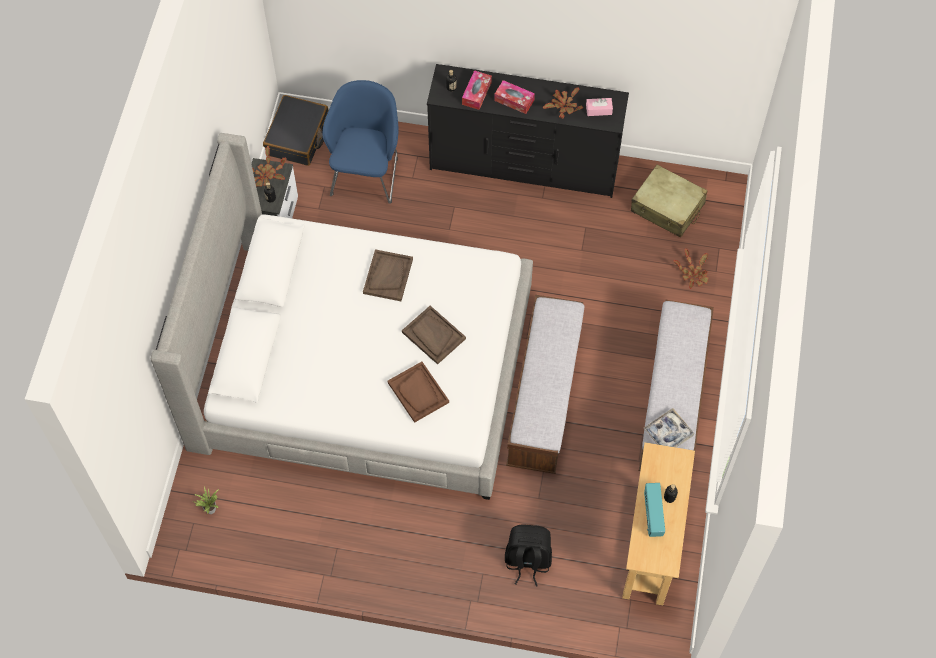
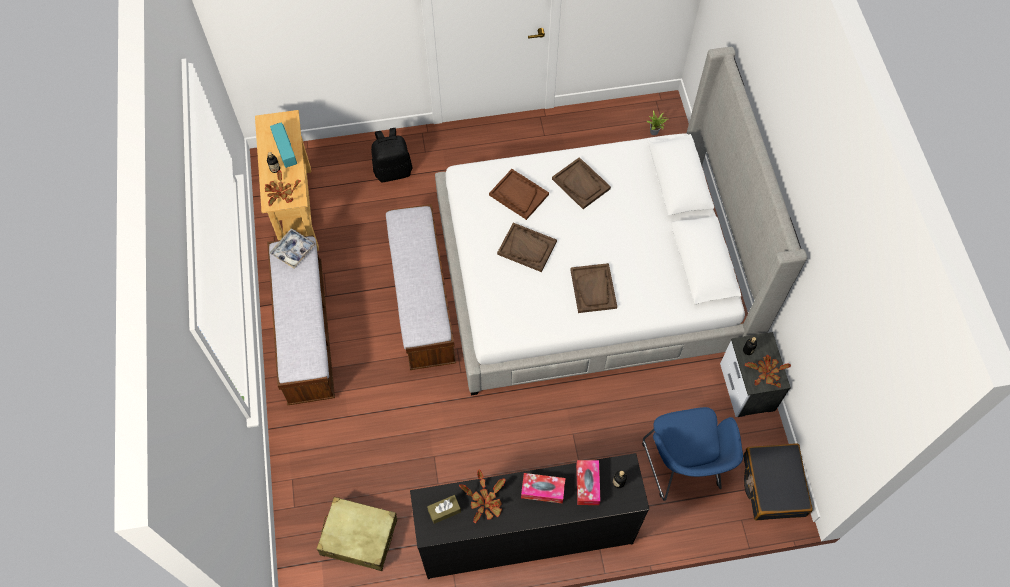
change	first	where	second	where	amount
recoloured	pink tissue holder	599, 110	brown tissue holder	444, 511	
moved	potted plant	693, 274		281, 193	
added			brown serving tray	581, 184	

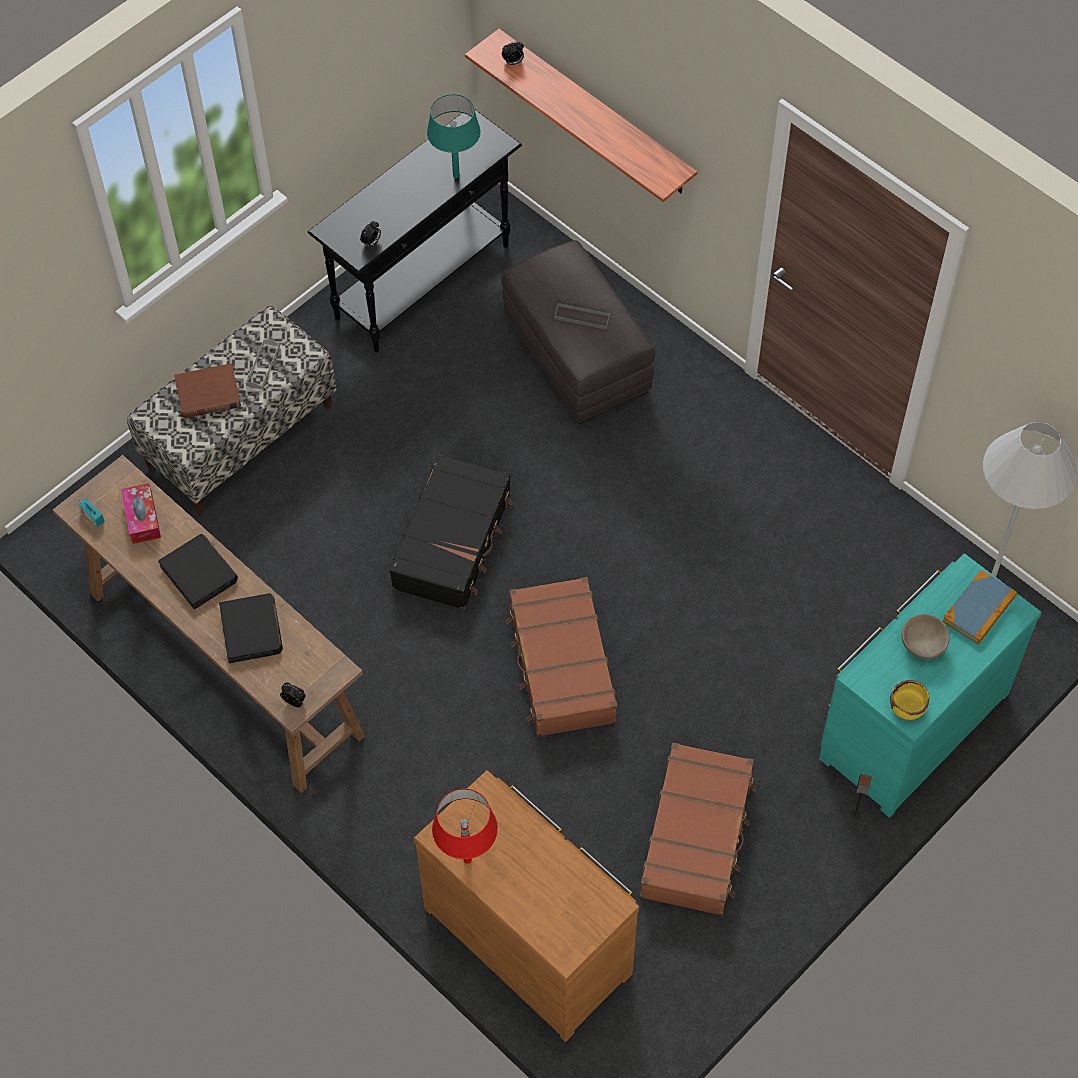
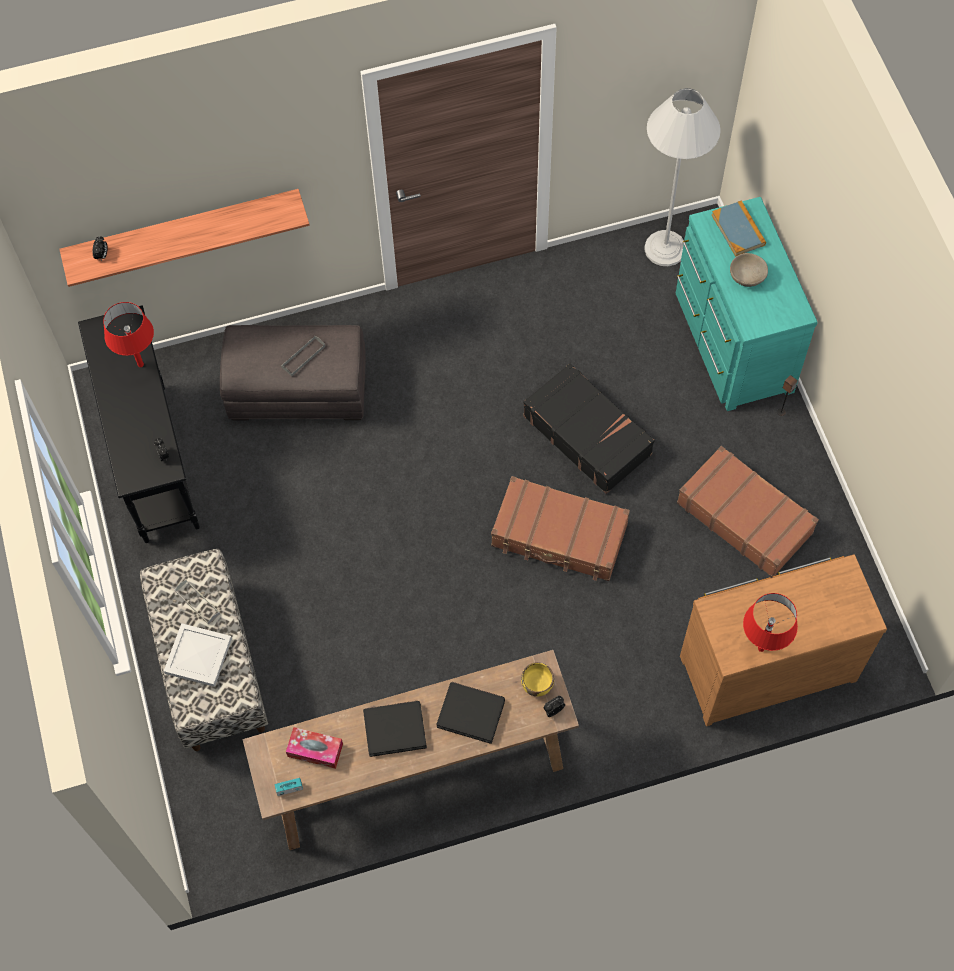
change	first	where	second	where	amount
recoloured	turquoise table lamp	456, 175	red table lamp	141, 364	
replaced	brown volume	208, 394	whitish serving tray	197, 656	
moved	black-coloured suitcase	453, 541		587, 434	
moved	yellow-coloured deep dish	907, 708		537, 684	

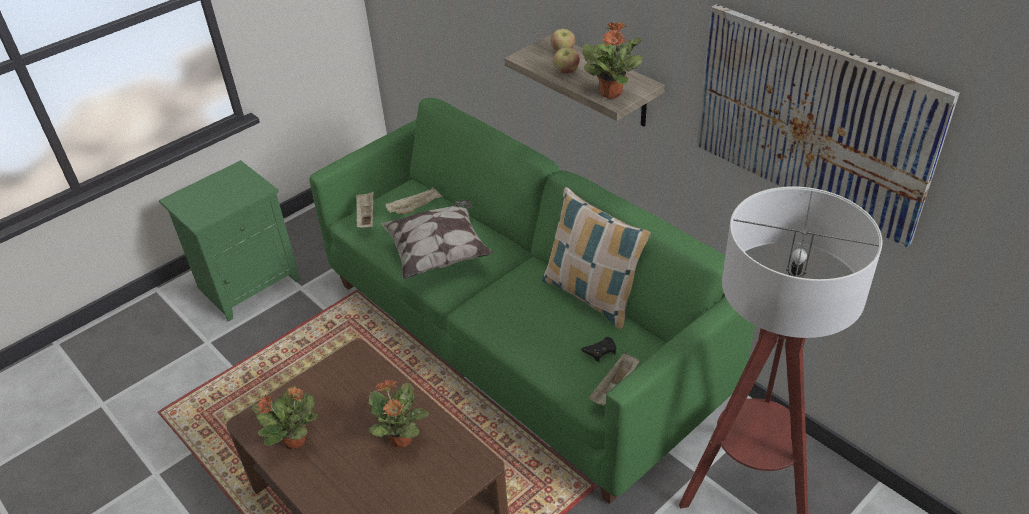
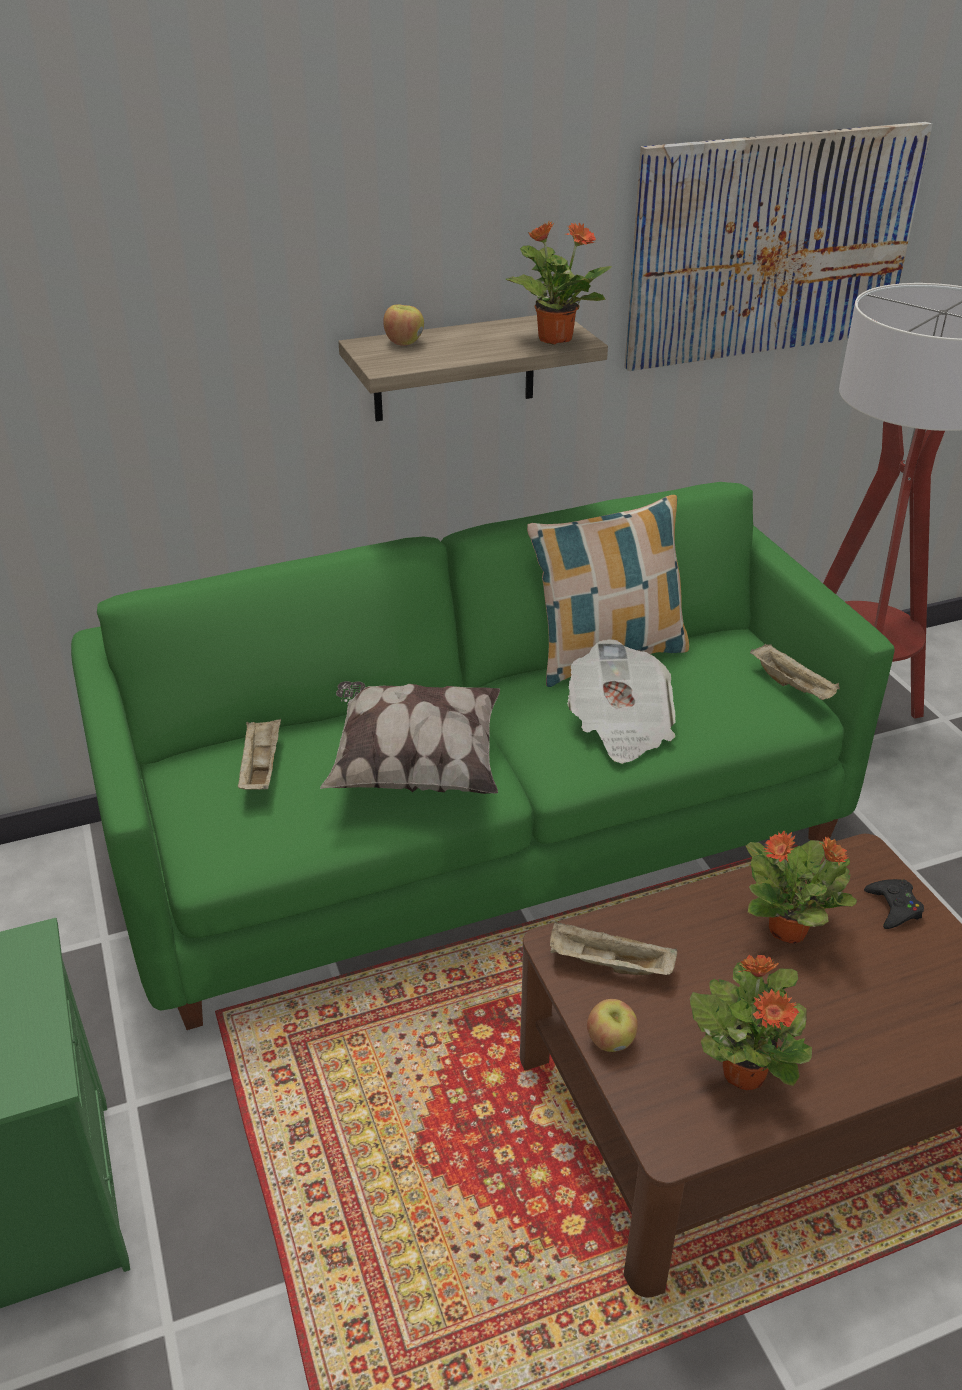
change	first	where	second	where	amount
moved	apple	566, 71		611, 1041	
moved	beige-coloured serving tray	366, 217		608, 965	
moved	black-coloured game controller	600, 351		894, 907	
added			printed paper	620, 726	

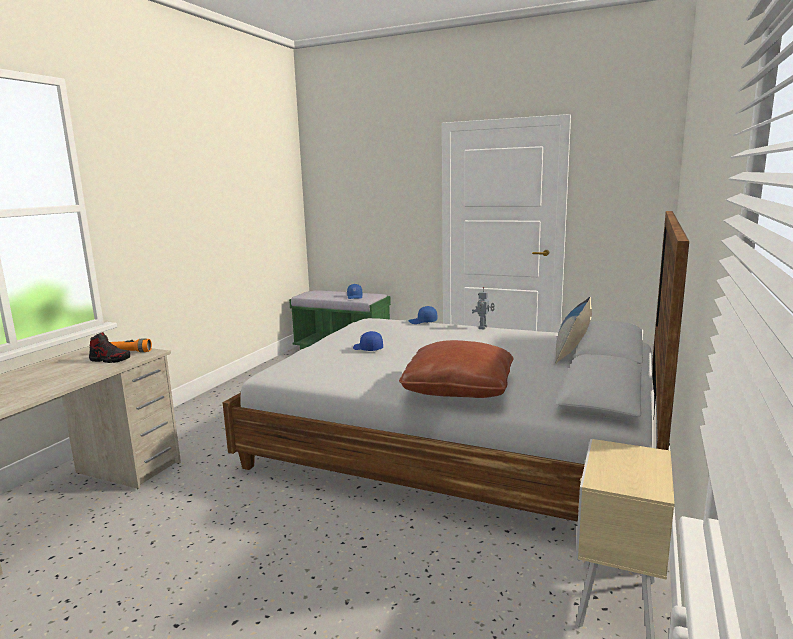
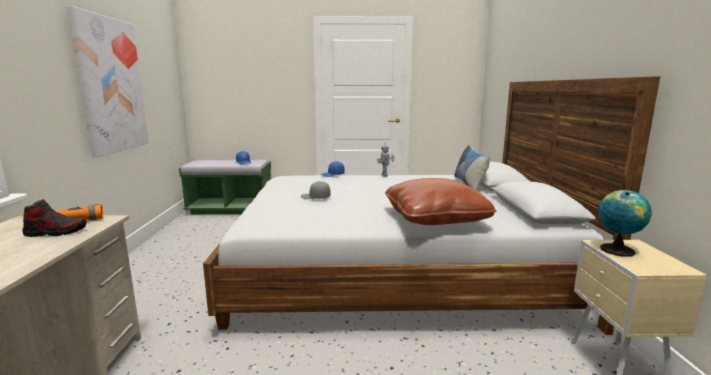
change	first	where	second	where	amount
recoloured	bluish baseball cap	367, 349	grey baseball cap	315, 197	
added			wall art	110, 85	
added			world globe	617, 249	

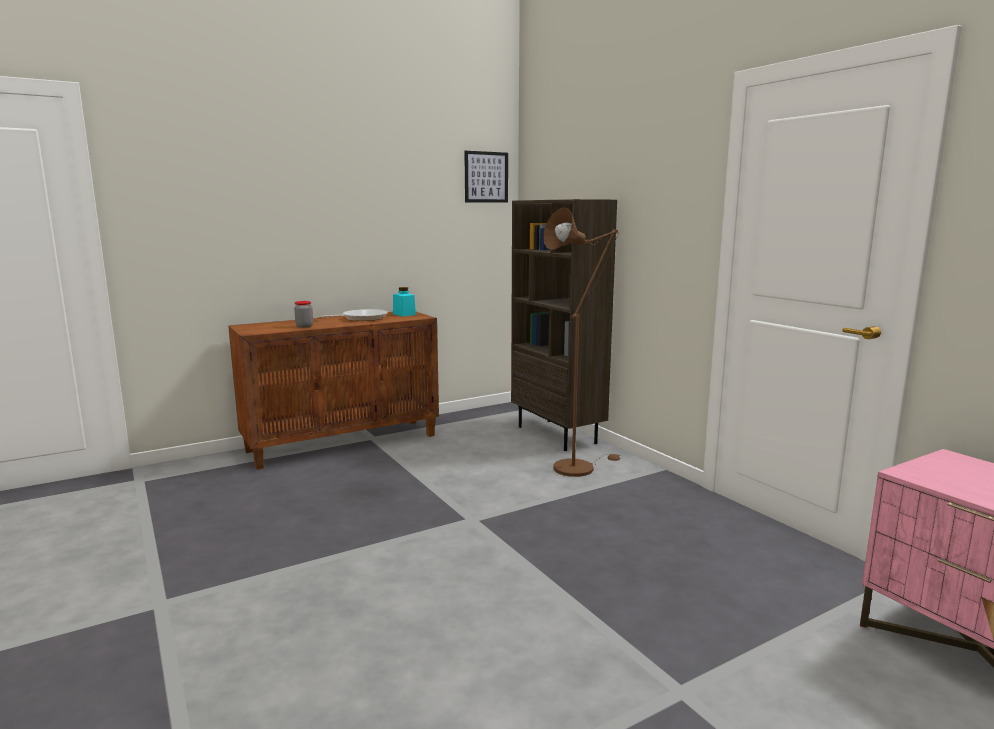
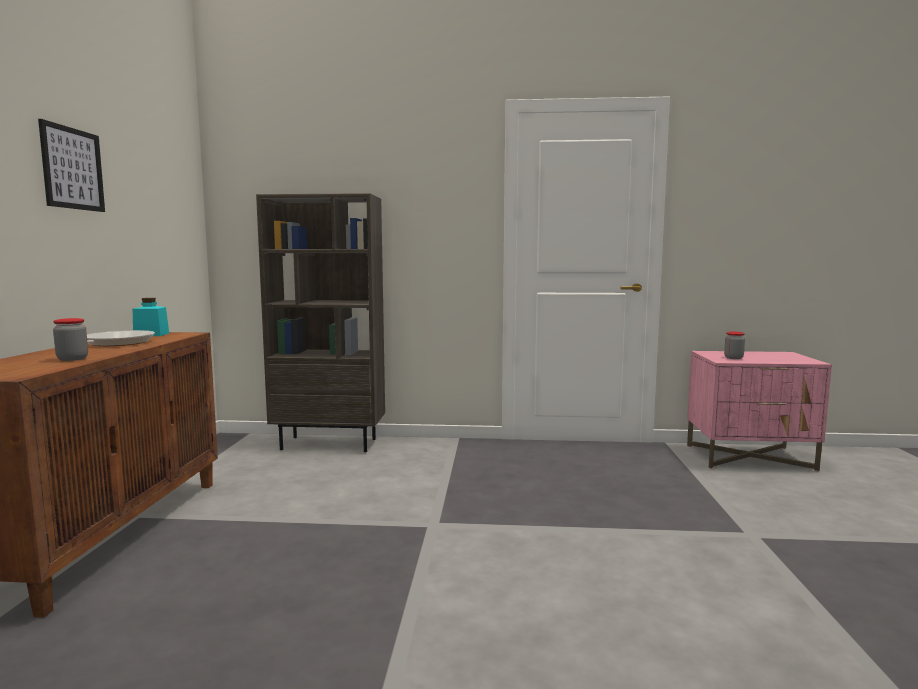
change	first	where	second	where	amount
moved	wall art	486, 177		72, 168	
removed	brown standing lamp	578, 466			
added			storage jar	733, 358	

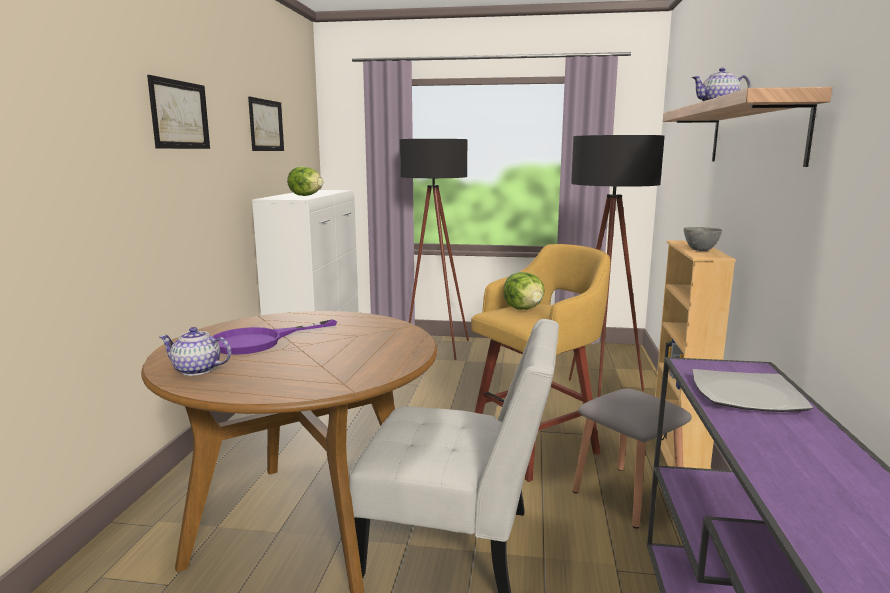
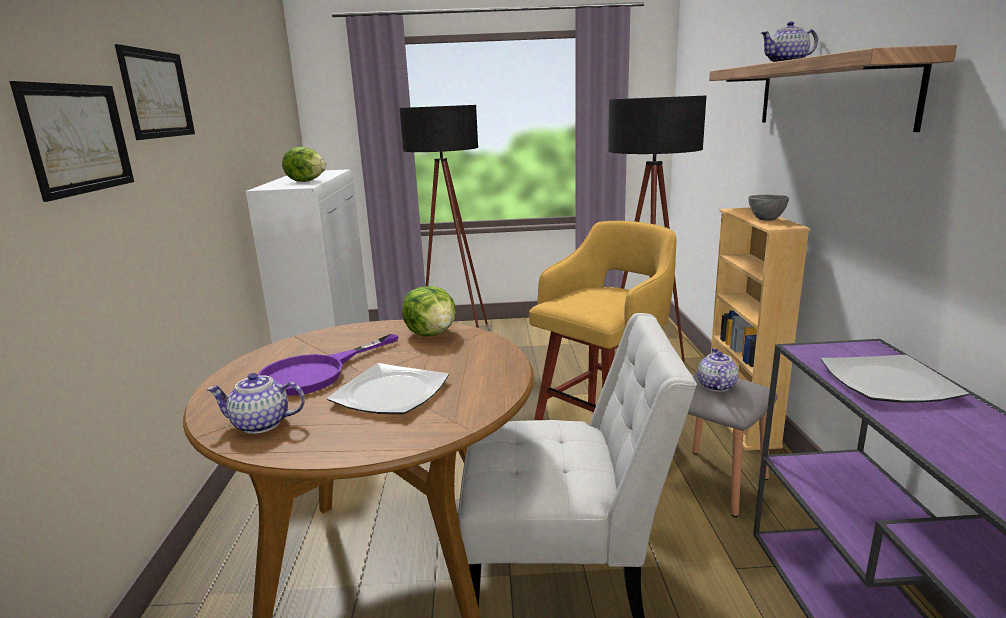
change	first	where	second	where	amount
moved	wall art	266, 125		78, 138	
moved	head of lettuce	524, 309		432, 334	
added			teapot	716, 386	
added			plate	389, 393	

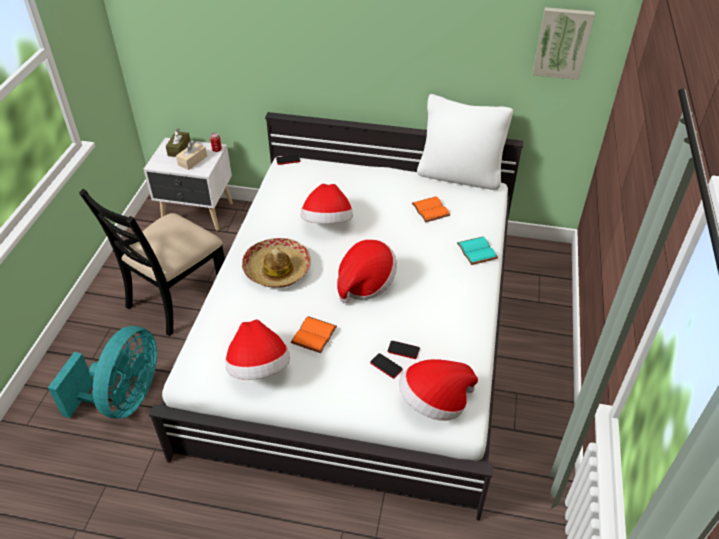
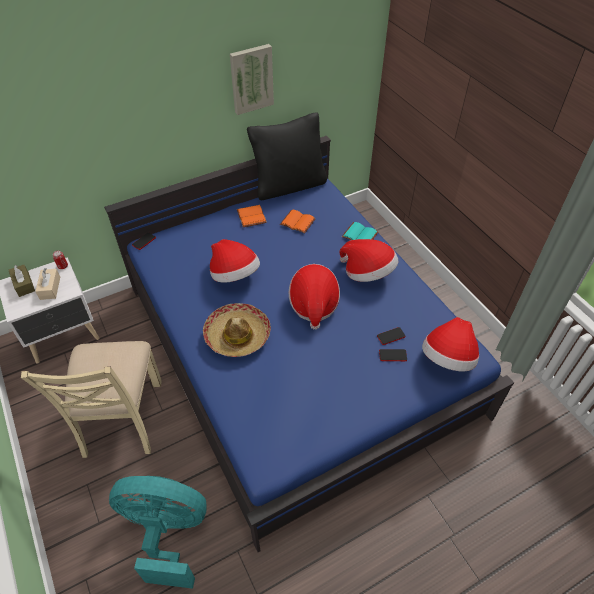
change	first	where	second	where	amount
moved	wall art	562, 42		251, 79	
recoloured	whitish throw pillow	459, 175	black-coloured throw pillow	289, 185	
recoloured	whitish bed	360, 333	bluish bed	296, 348	
recoloured	black-coloured chair	176, 298	beige-coloured chair	121, 418	
moved	orange volume	313, 334		250, 216	
moved	hat	259, 368		367, 273	
turned	turquoise cooling fan	124, 399		167, 533	60 degrees counterclockwise

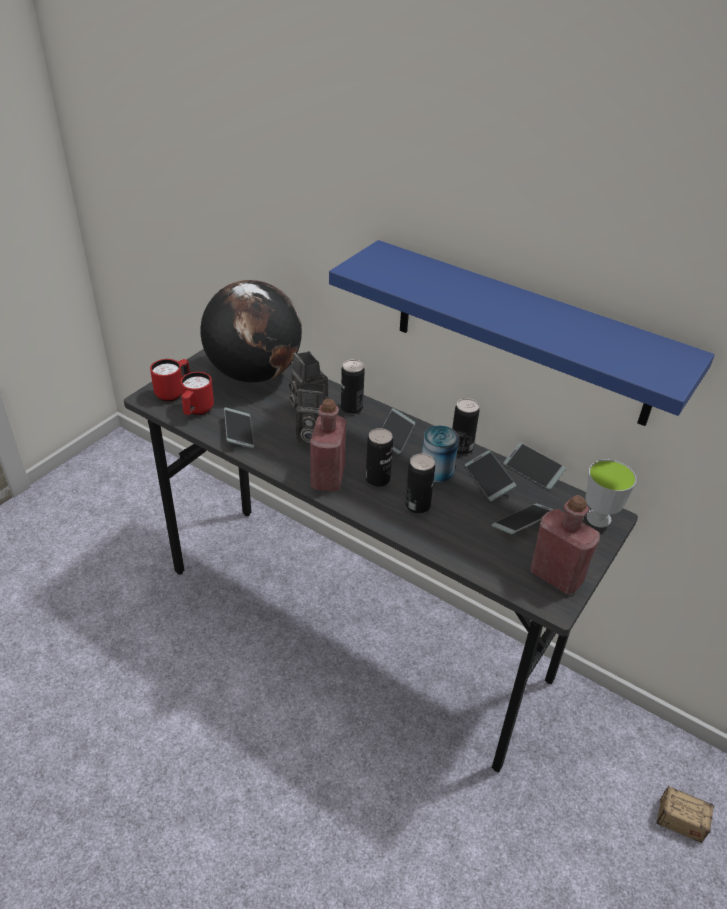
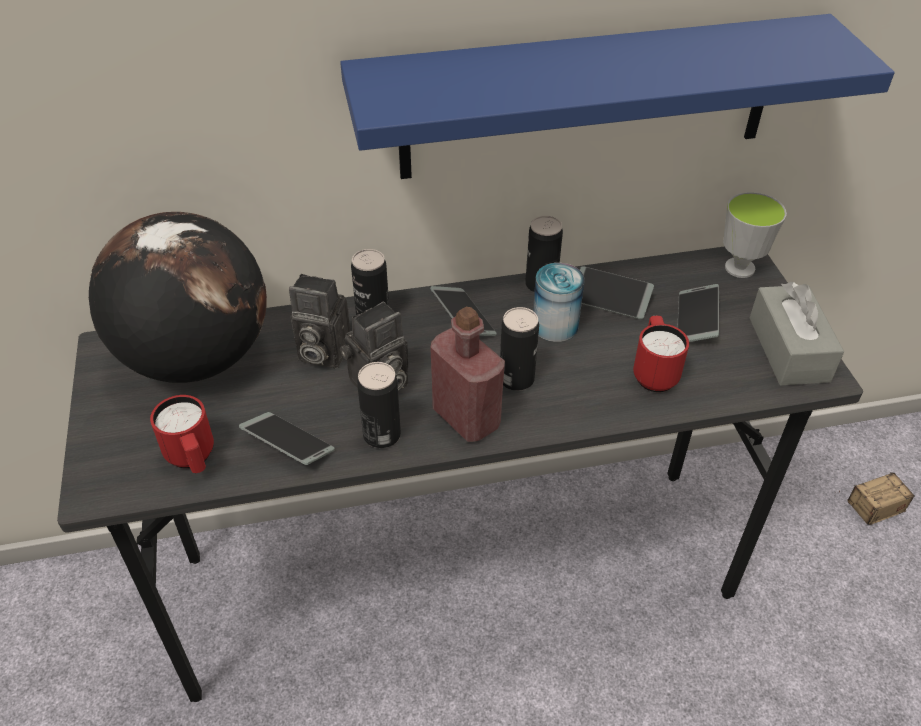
change	first	where	second	where	amount
moved	red coffee mug	174, 393		653, 373	
removed	handset	533, 470			
moved	can	417, 505		382, 435	
replaced	red beverage bottle	556, 576	grey tissue holder	788, 349	

